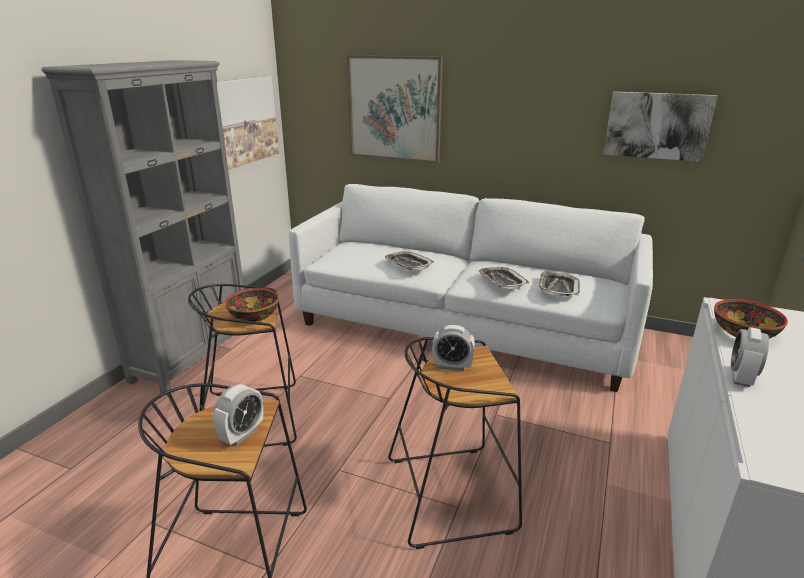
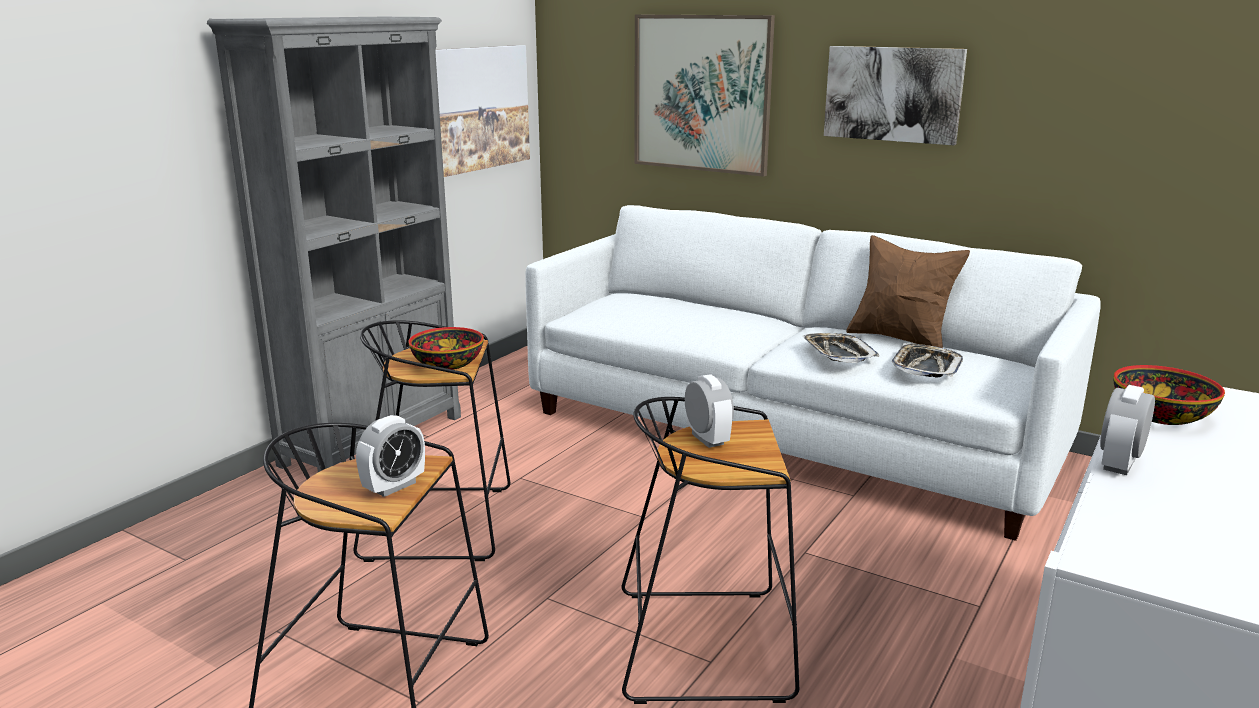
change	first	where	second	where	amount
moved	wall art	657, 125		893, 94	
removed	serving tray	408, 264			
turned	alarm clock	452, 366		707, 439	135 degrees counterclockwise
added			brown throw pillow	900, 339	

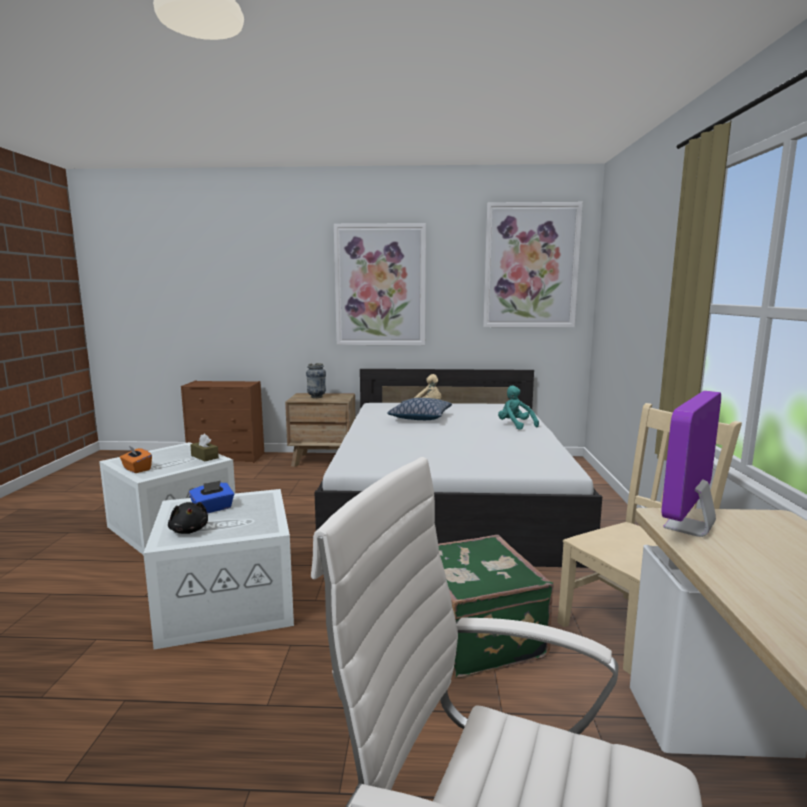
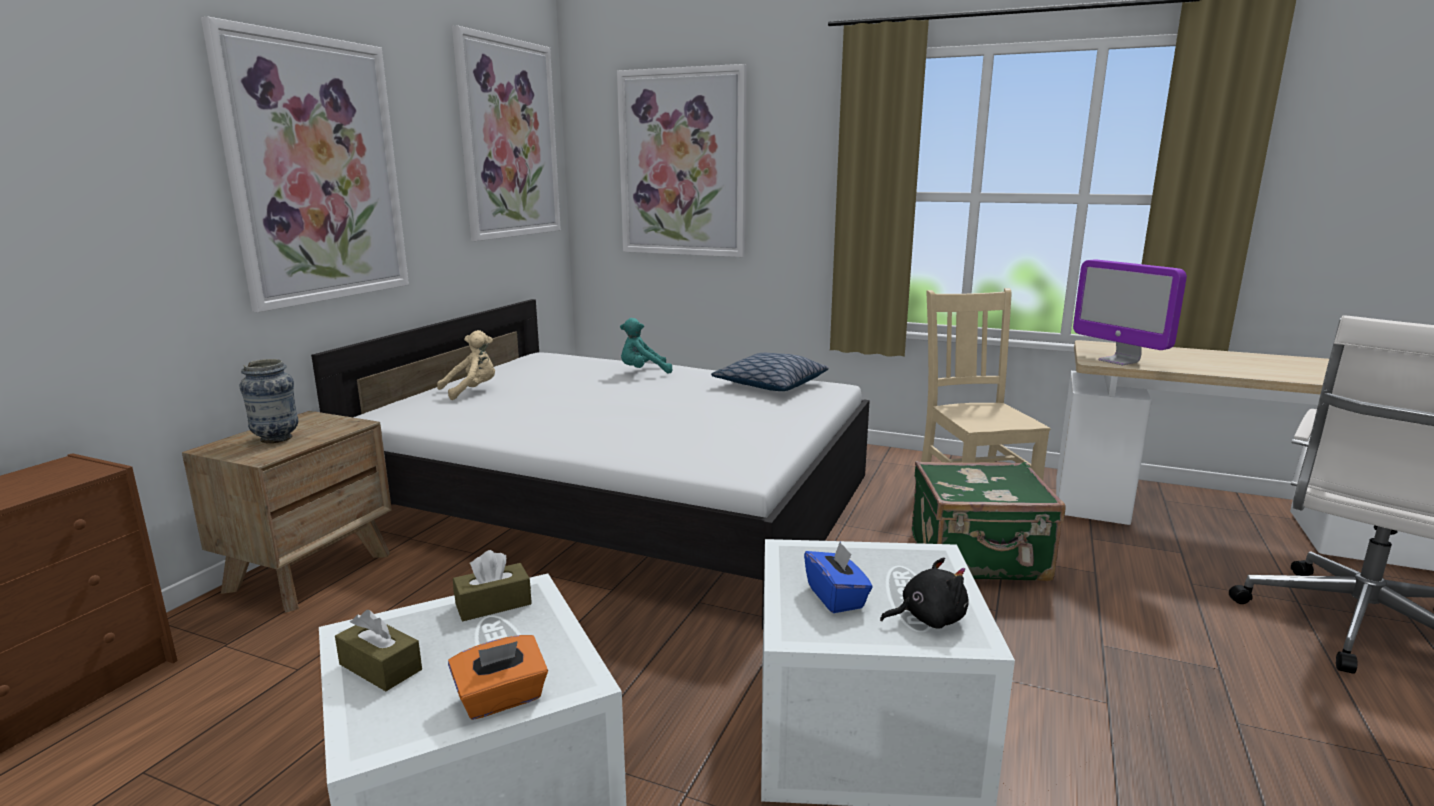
change	first	where	second	where	amount
moved	throw pillow	420, 417		770, 385	
added			wall art	682, 164	
added			brown tissue holder	380, 667	

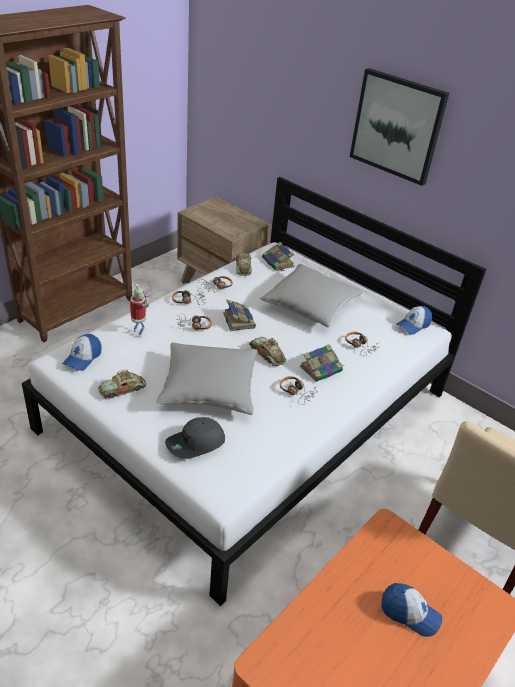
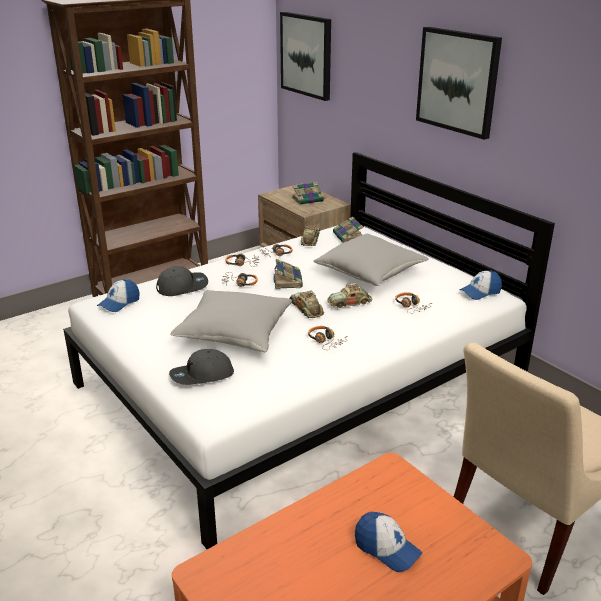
change	first	where	second	where	amount
replaced	model robot	139, 333	grey baseball cap	182, 286	
moved	volume	321, 369		308, 199	
moved	toy car	122, 389		349, 302	
added			wall art	307, 55	

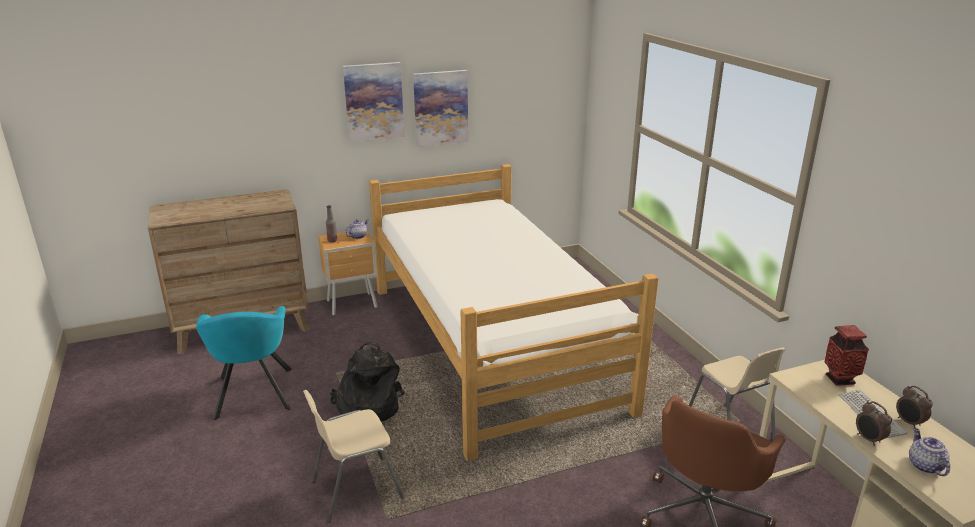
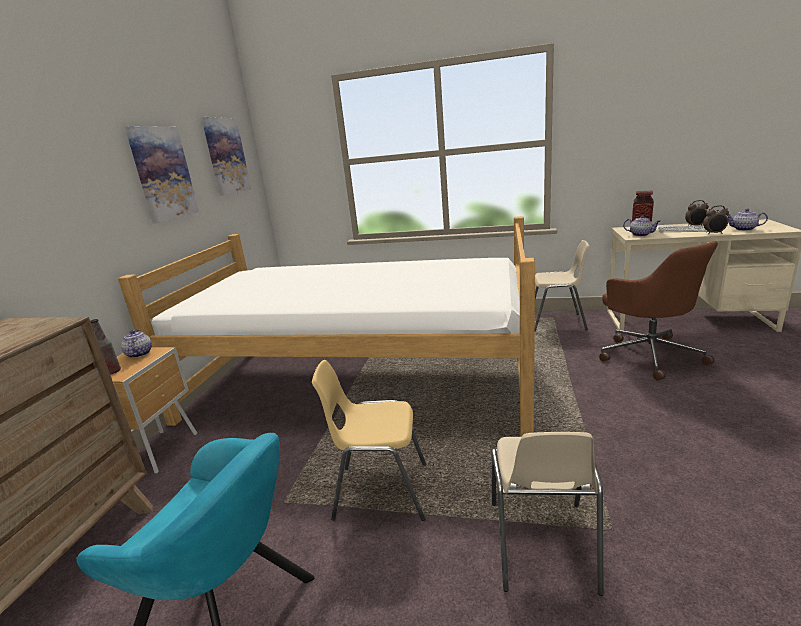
change	first	where	second	where	amount
moved	wall art	374, 102		226, 156	
replaced	black-coloured rucksack	367, 406	yellow-coloured chair	380, 491	
added			teapot	641, 235	

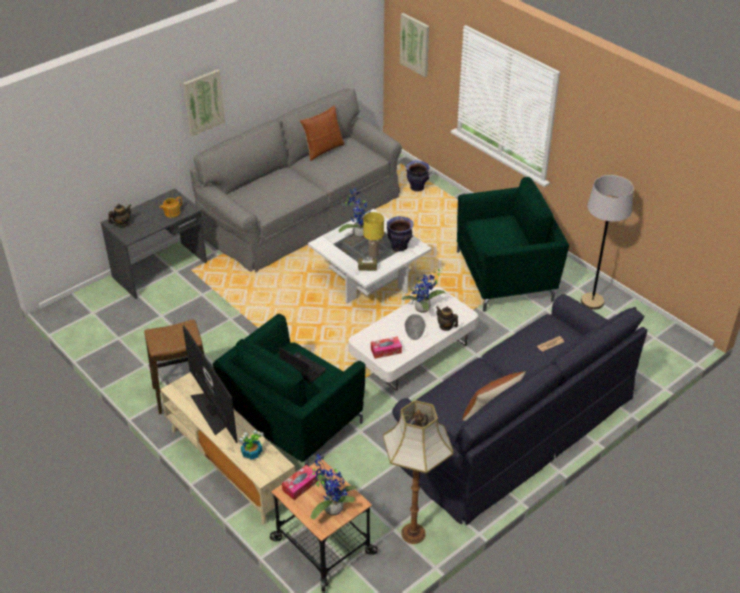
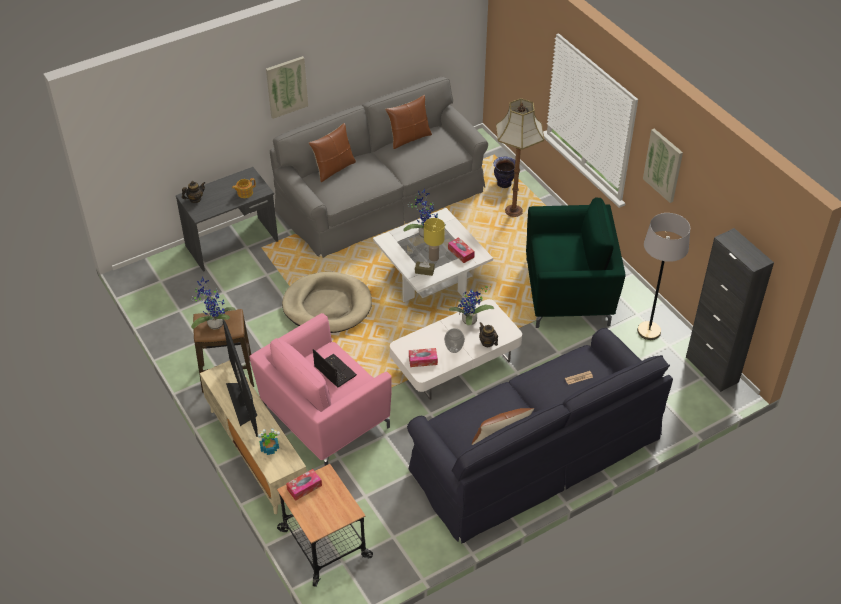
change	first	where	second	where	amount
moved	wall art	415, 44		663, 165	
replaced	decorative vase	399, 247	tissue holder	461, 253	
recoloured	green armchair	292, 421	pink armchair	324, 417	
moved	standing lamp	414, 534		514, 211	
moved	potted plant	331, 507		214, 323	
added			brown throw pillow	334, 169	
added			black-coloured storage cabinet	712, 369	
added			beige-coloured dog cushion	327, 306	

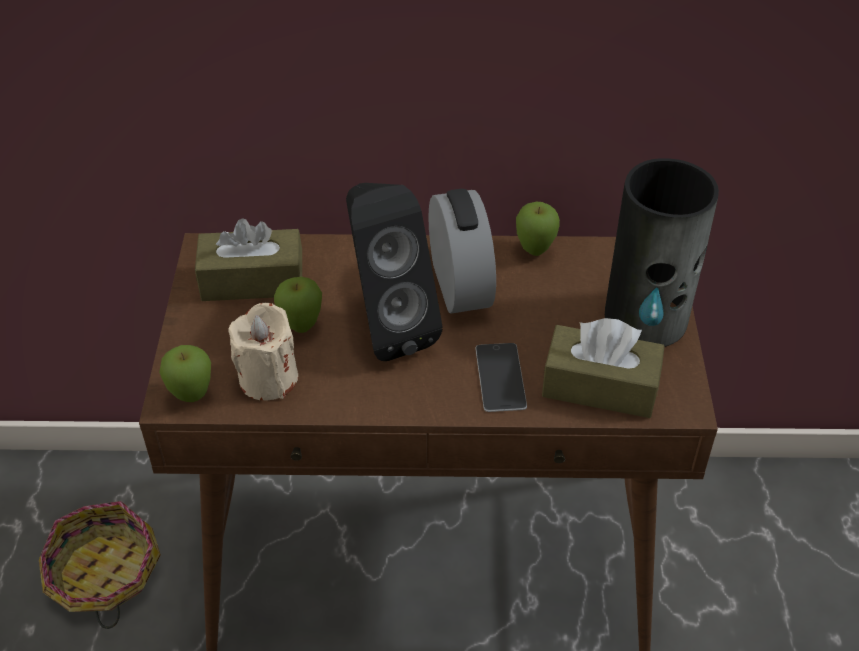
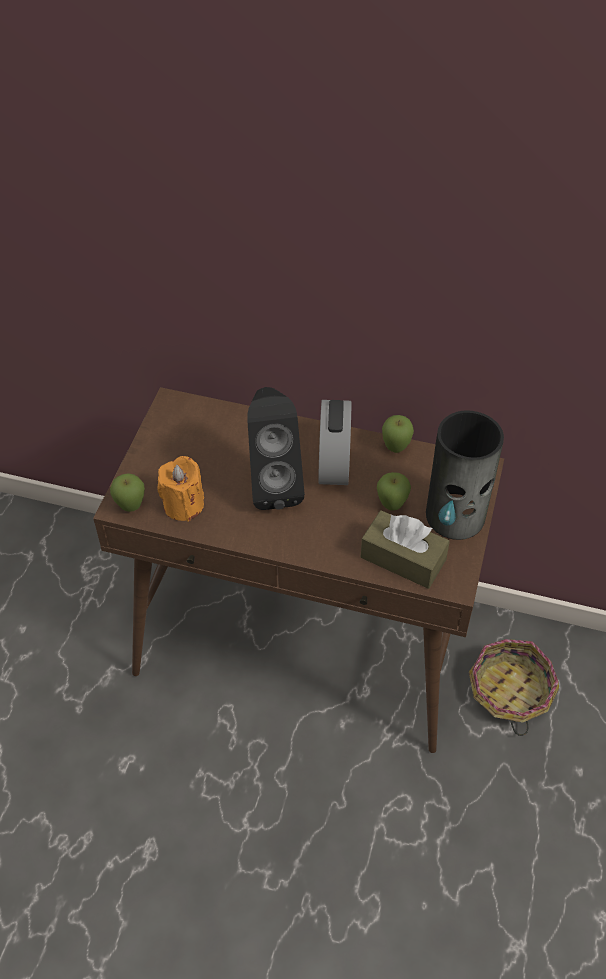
change	first	where	second	where	amount
removed	brown tissue holder	252, 280			
moved	apple	301, 327		391, 506	
recoloured	beige-coloured candle	268, 378	orange candle	183, 505	
removed	handset	500, 377			
moved	storage basket	104, 574		510, 691	

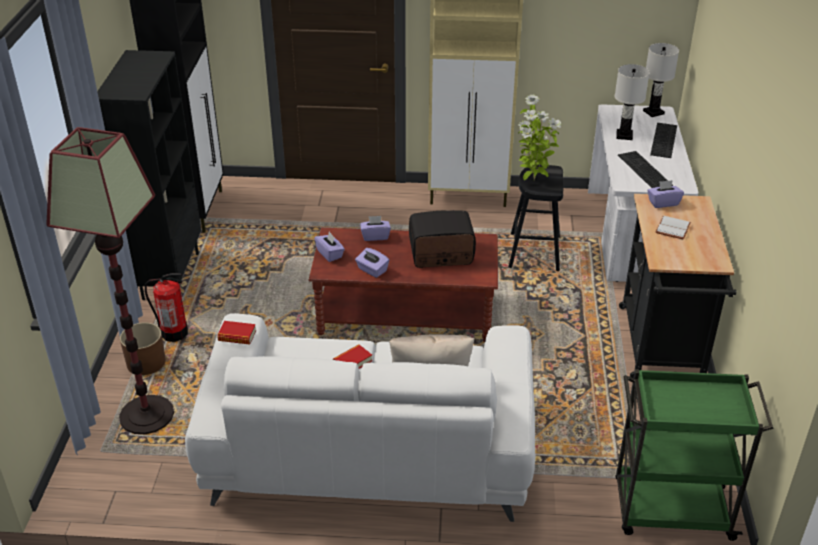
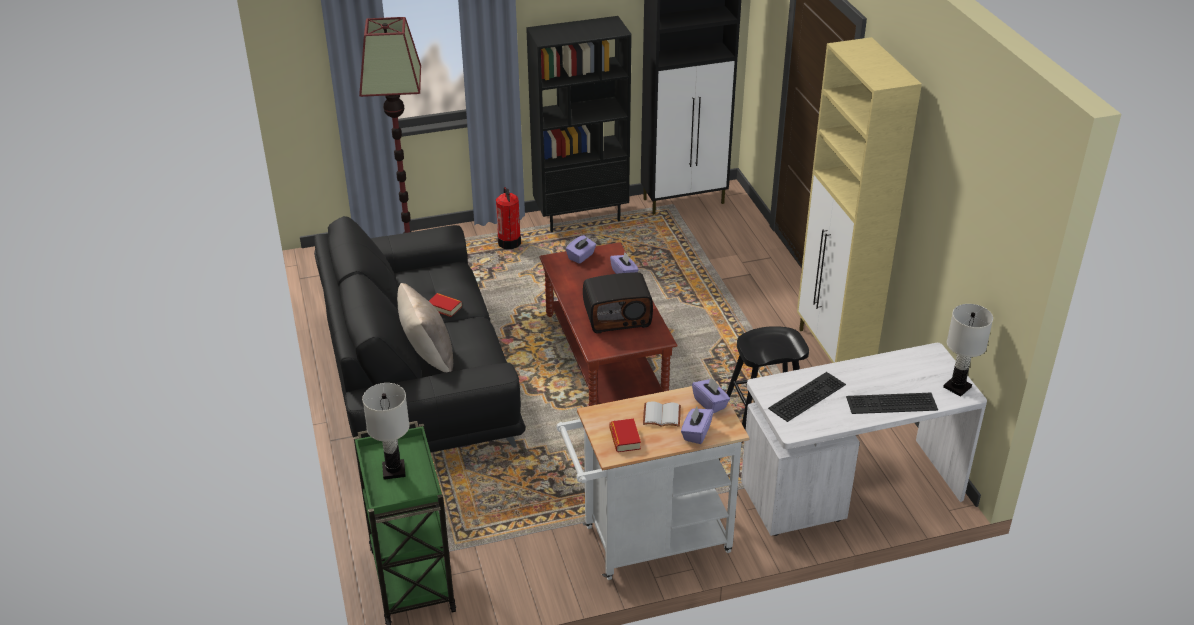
change	first	where	second	where	amount
moved	whitish table lamp	624, 135		394, 470	
removed	potted plant	533, 180			
recoloured	black-coloured cart	661, 349	whitish cart	648, 542	
turned	radio receiver	440, 255		617, 317	105 degrees clockwise
moved	purple-coloured tissue holder	372, 270		696, 433	
recoloured	whitish settee	368, 448	black-coloured settee	418, 378	
moved	volume	237, 336		625, 438	
removed	brown plant pot	146, 363			

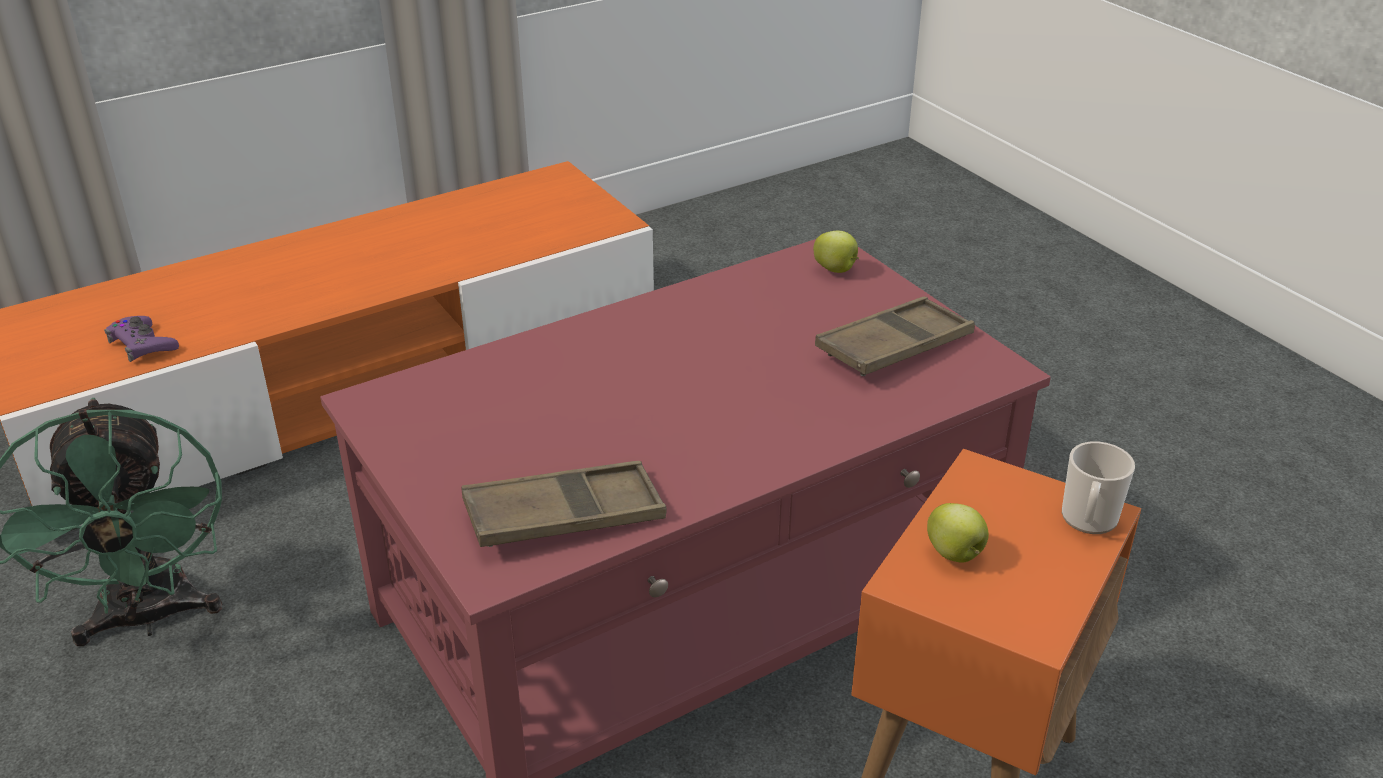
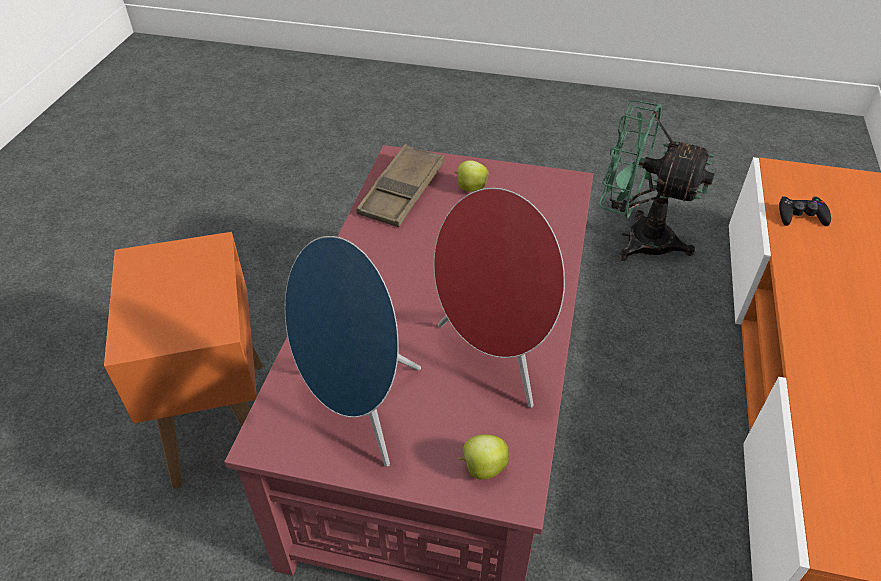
change	first	where	second	where	amount
replaced	brown serving tray	894, 346	bluish loudspeaker	357, 409	
recoloured	purple-coloured game controller	142, 345	black-coloured game controller	801, 216	
removed	coffee mug	1088, 520			
moved	apple	955, 555		470, 188	
added			red loudspeaker	494, 357	

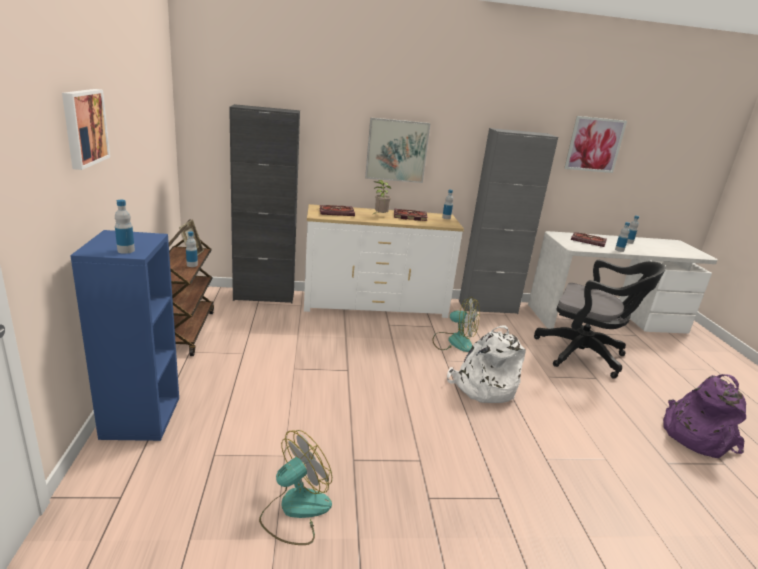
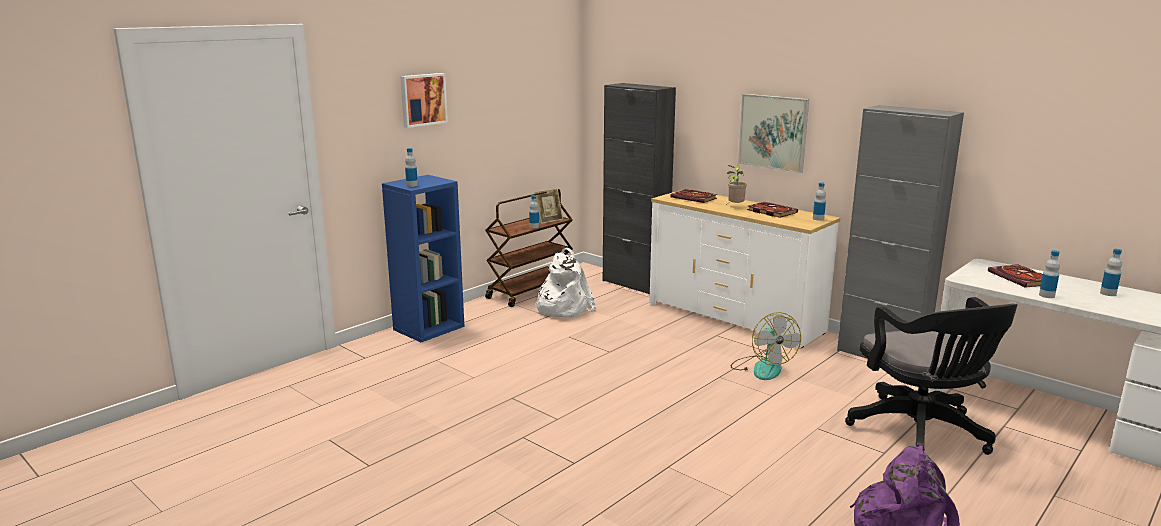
change	first	where	second	where	amount
removed	wall art	594, 144			
moved	whitish rucksack	482, 387		562, 308	
removed	cooling fan	295, 510			

